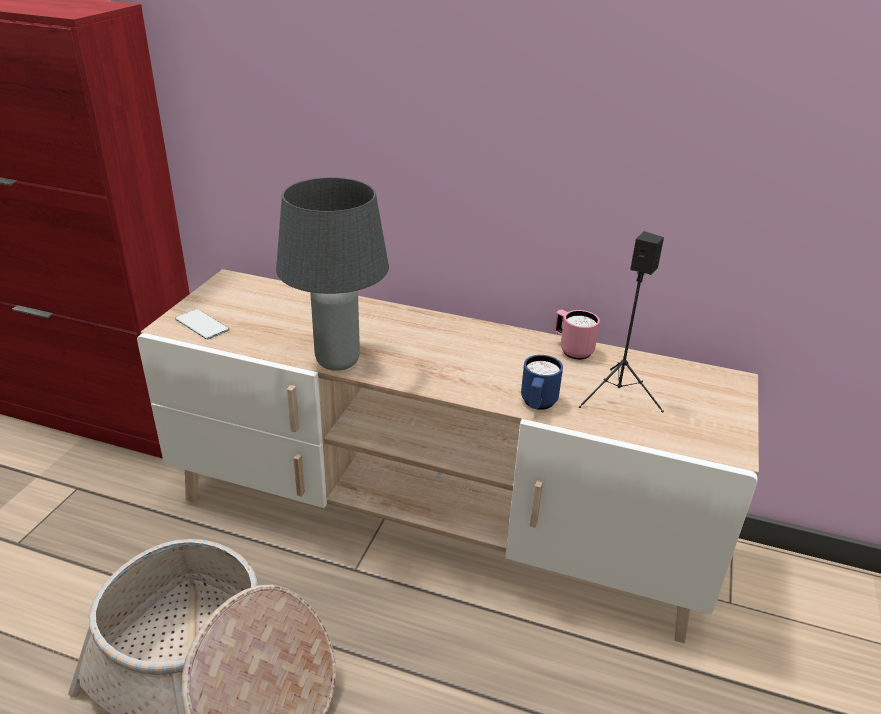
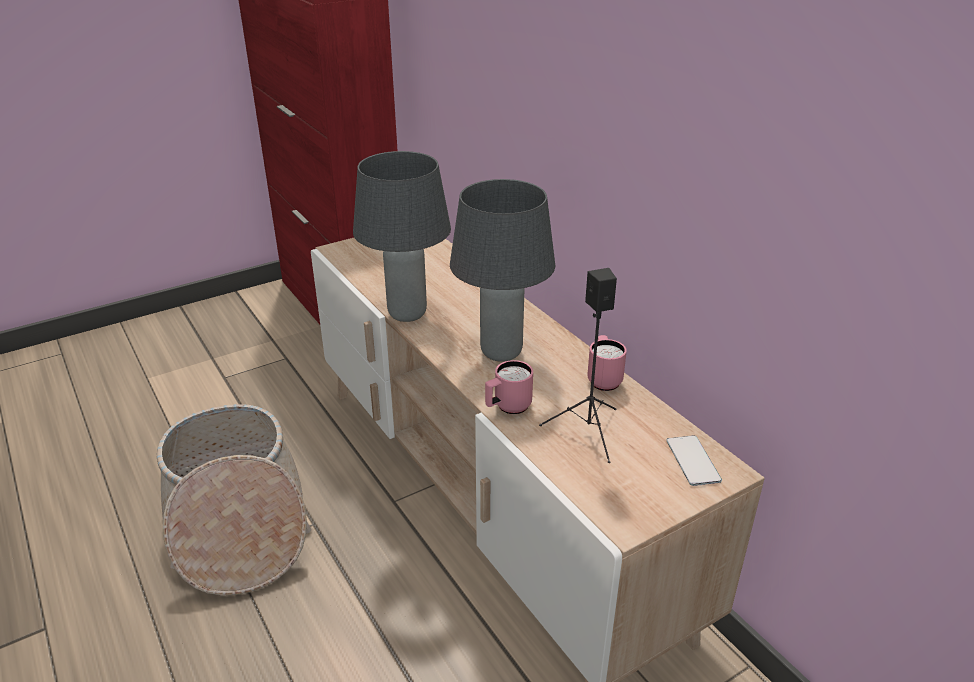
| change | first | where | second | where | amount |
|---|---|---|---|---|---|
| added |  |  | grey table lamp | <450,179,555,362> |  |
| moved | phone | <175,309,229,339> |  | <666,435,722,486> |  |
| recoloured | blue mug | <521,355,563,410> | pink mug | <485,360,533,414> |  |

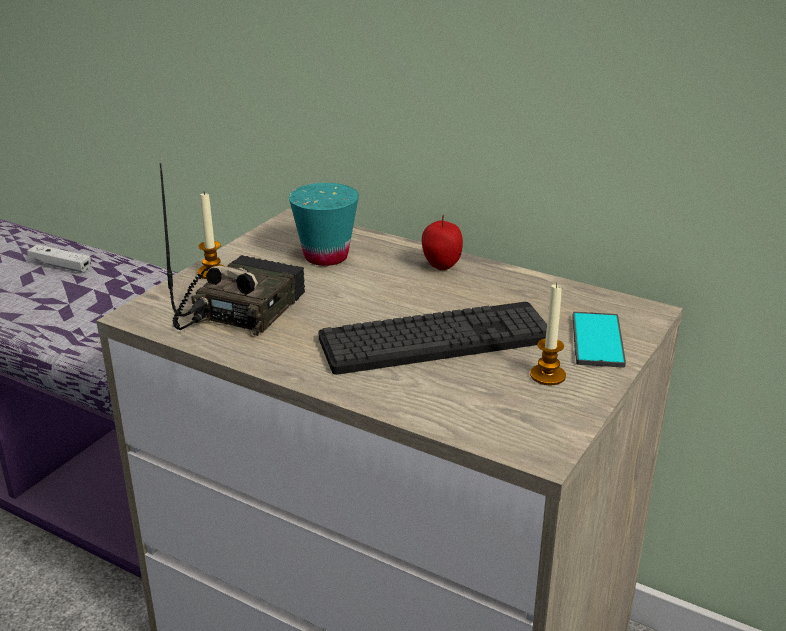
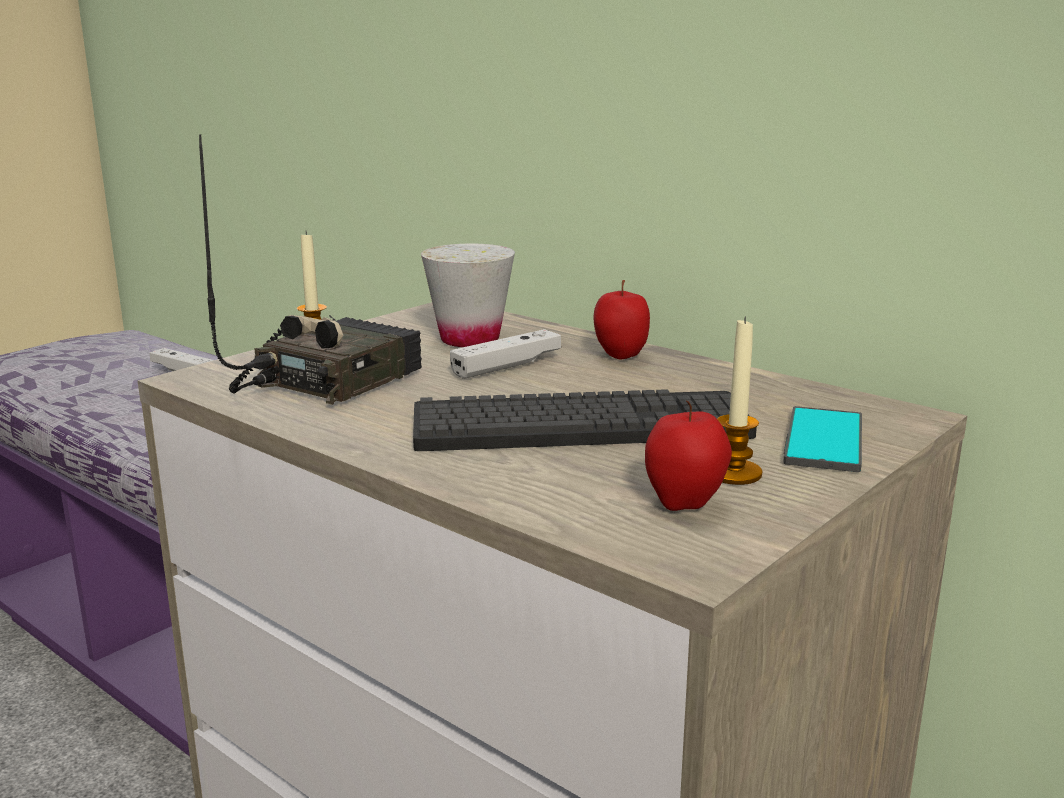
| change | first | where | second | where | amount |
|---|---|---|---|---|---|
| added |  |  | white game controller | <450,329,561,379> |  |
| added |  |  | apple | <645,400,732,511> |  |
| recoloured | turquoise cup | <289,183,359,266> | white cup | <421,244,515,347> |  |

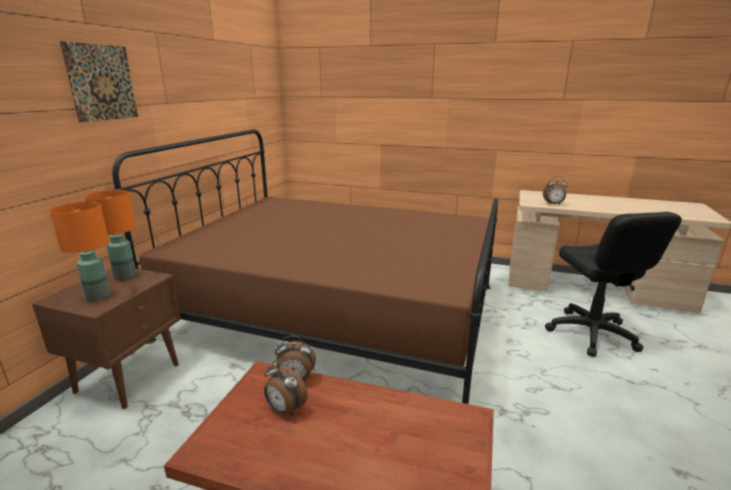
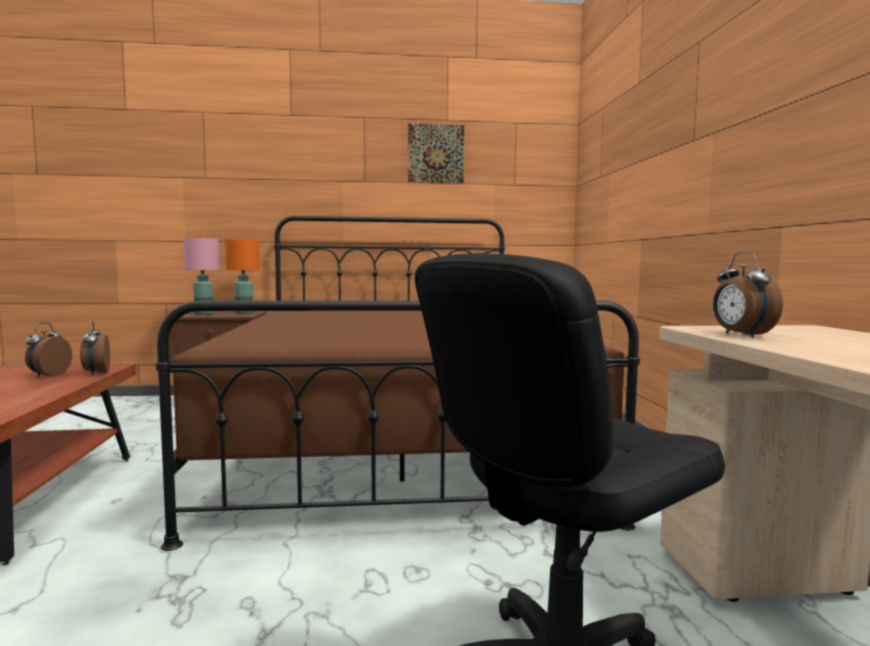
| change | first | where | second | where | amount |
|---|---|---|---|---|---|
| moved | picture | <60,41,138,122> |  | <408,124,464,183> |  |
| recoloured | orange table lamp | <50,201,111,301> | pink table lamp | <183,238,220,315> |  |

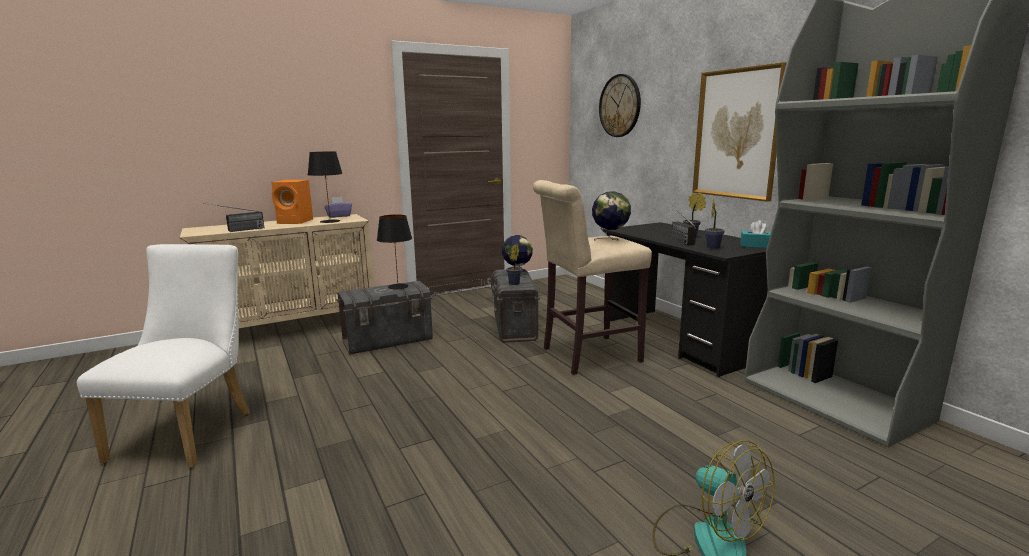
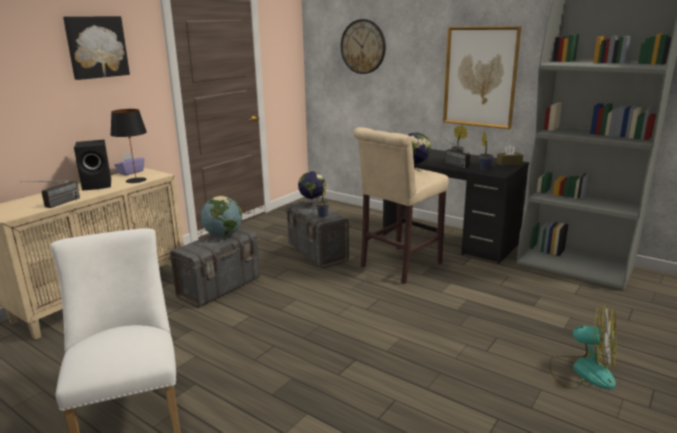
| change | first | where | second | where | amount |
|---|---|---|---|---|---|
| added |  |  | picture | <63,16,130,80> |  |
| replaced | black table lamp | <377,215,412,289> | globe | <201,196,242,237> |  |
| recoloured | orange speaker | <271,180,313,224> | black speaker | <74,140,111,190> |  |
| recoloured | turquoise tissue box | <740,220,771,248> | brown tissue box | <496,145,523,166> |  |

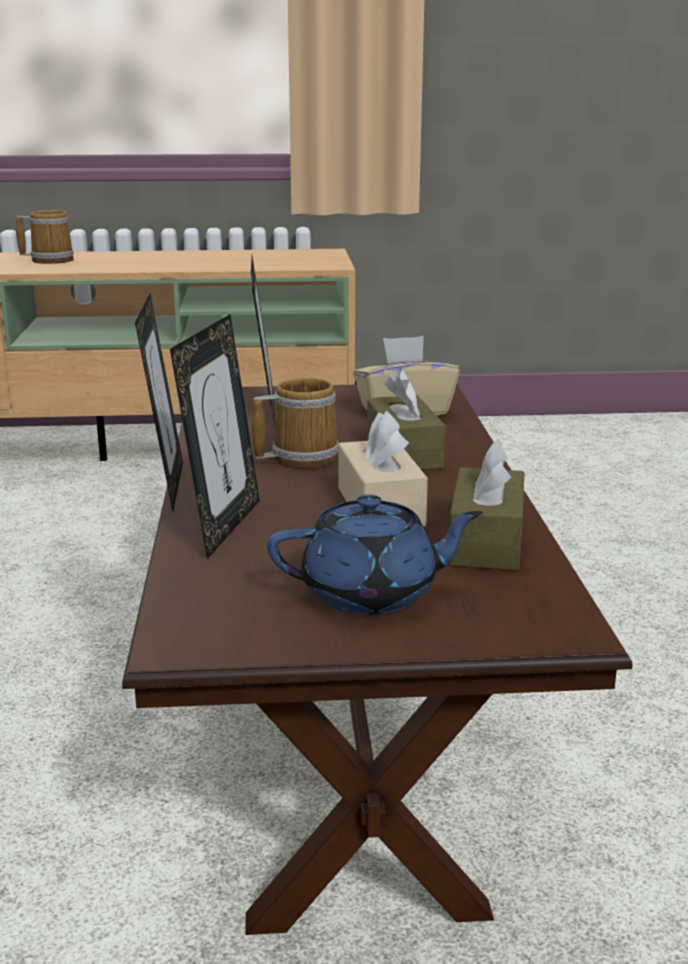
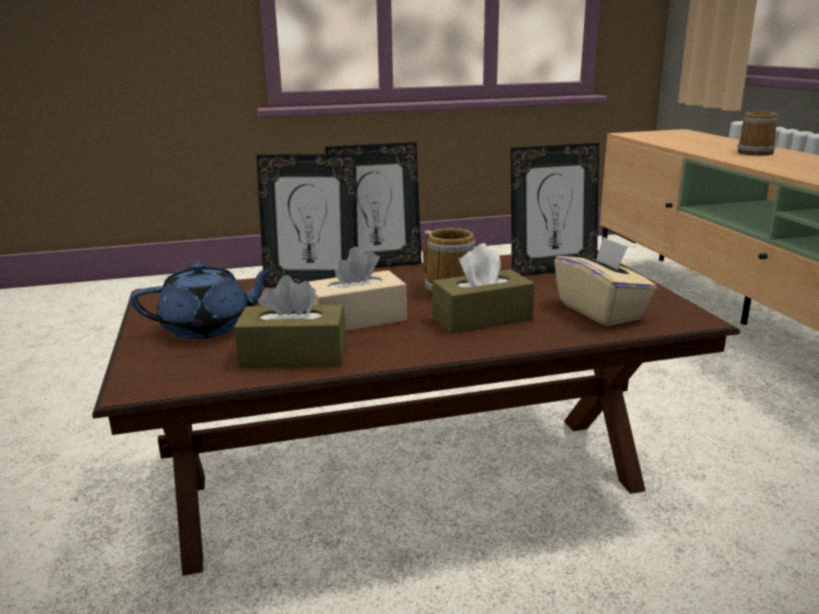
| change | first | where | second | where | amount |
|---|---|---|---|---|---|
| turned | blue teapot | <267,494,483,615> |  | <130,262,275,339> | 90 degrees counterclockwise |

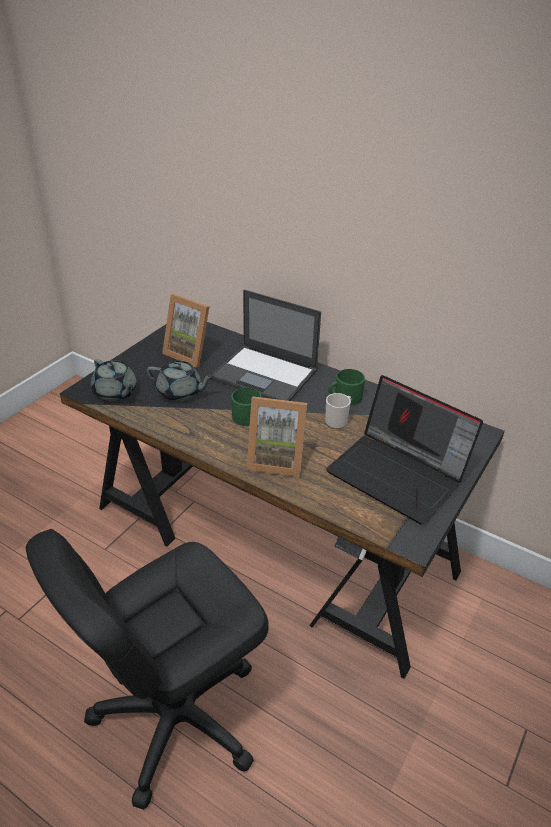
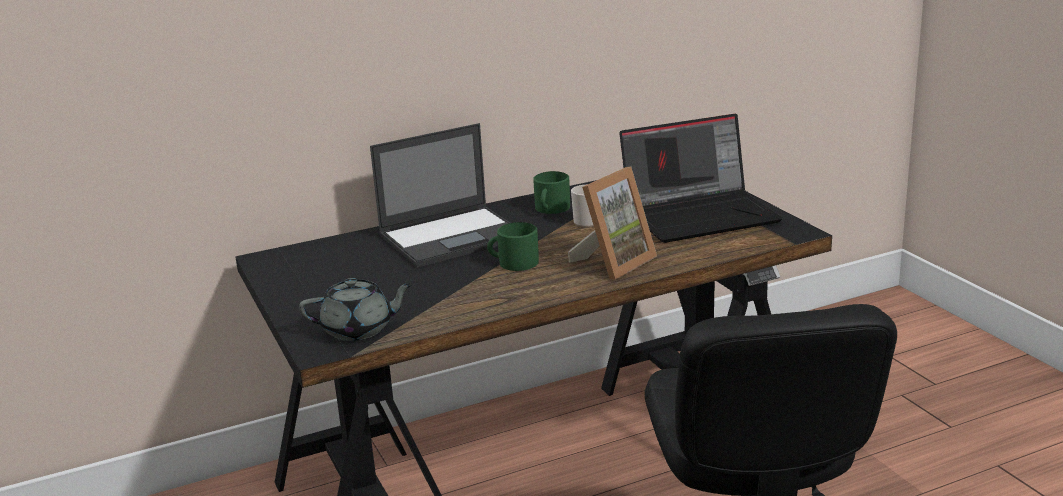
| change | first | where | second | where | amount |
|---|---|---|---|---|---|
| removed | grey teapot | <147,361,214,402> |  |  |  |
| removed | picture frame | <162,294,210,368> |  |  |  |

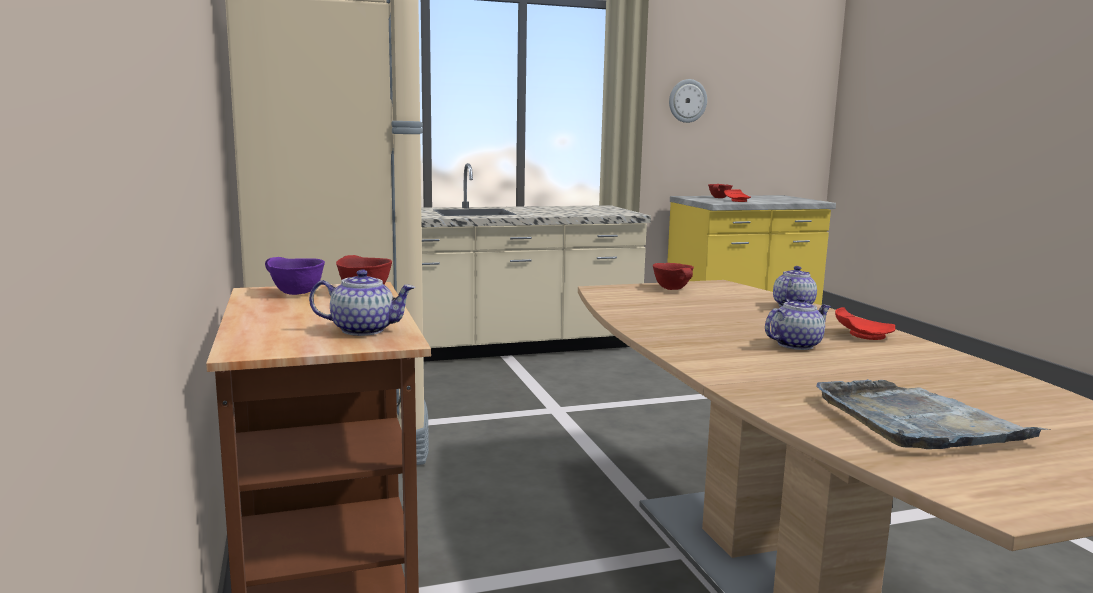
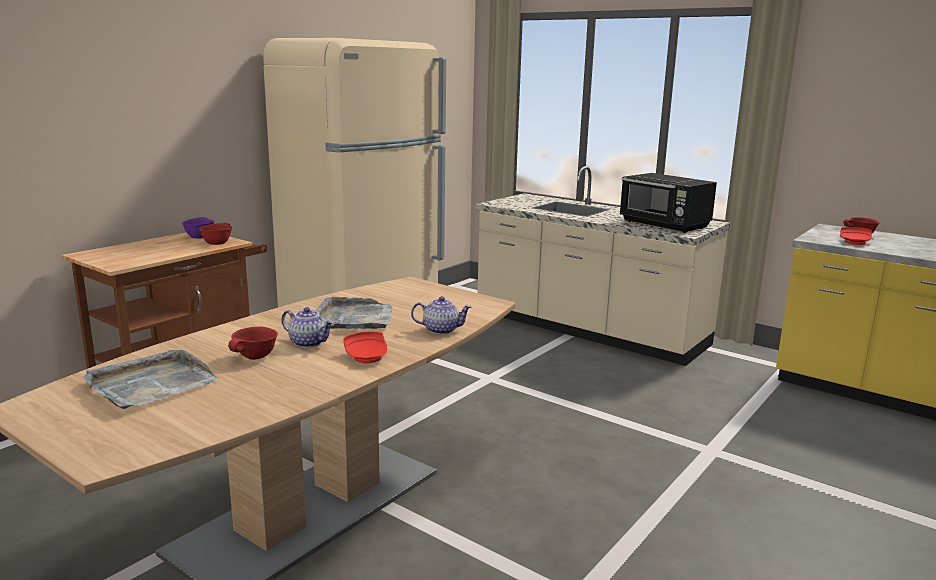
| change | first | where | second | where | amount |
|---|---|---|---|---|---|
| removed | teapot | <309,270,415,336> |  |  |  |
| removed | wall clock | <669,79,707,123> |  |  |  |
| added |  |  | grey tray | <315,297,392,329> |  |
| added |  |  | black microwave | <620,173,717,233> |  |
| moved | red bowl | <653,263,694,290> |  | <228,326,278,360> |  |

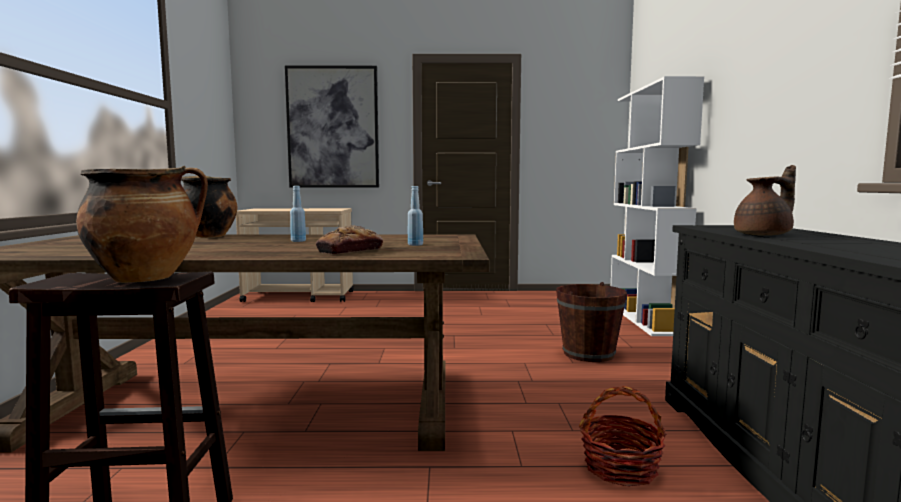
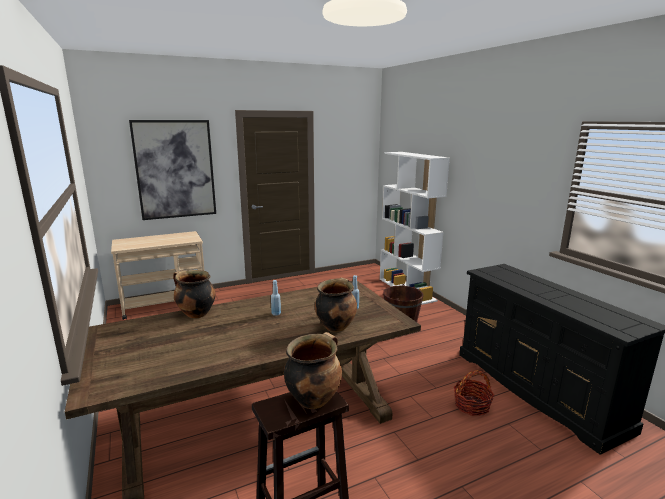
| change | first | where | second | where | amount |
|---|---|---|---|---|---|
| removed | brown teapot | <734,165,796,236> |  |  |  |
| replaced | bread | <316,225,383,254> | cooking pot | <315,277,357,332> |  |

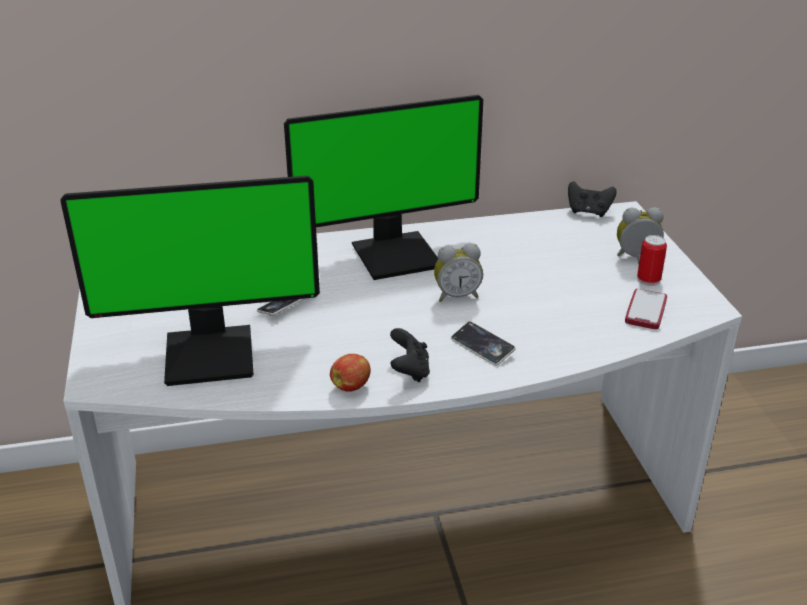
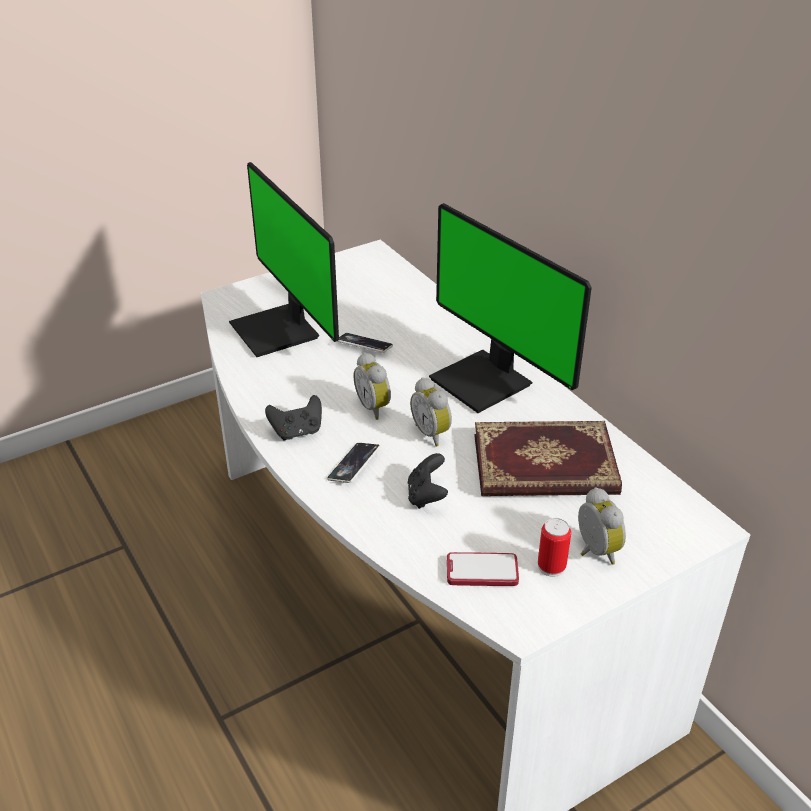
| change | first | where | second | where | amount |
|---|---|---|---|---|---|
| removed | apple | <330,354,371,392> |  |  |  |
| added |  |  | alarm clock | <354,352,391,420> |  |
| added |  |  | book | <474,421,622,496> |  |
| moved | black game controller | <568,181,617,217> |  | <408,453,448,509> |  |

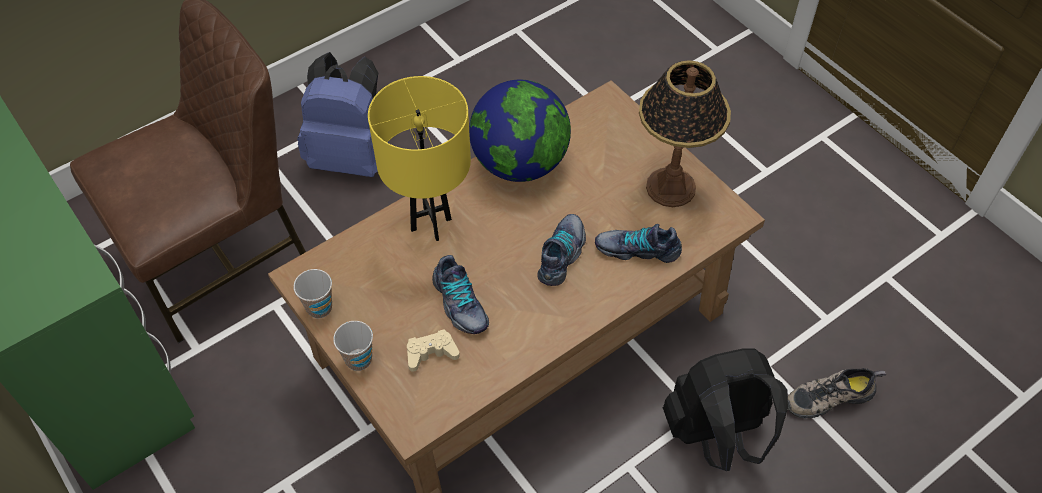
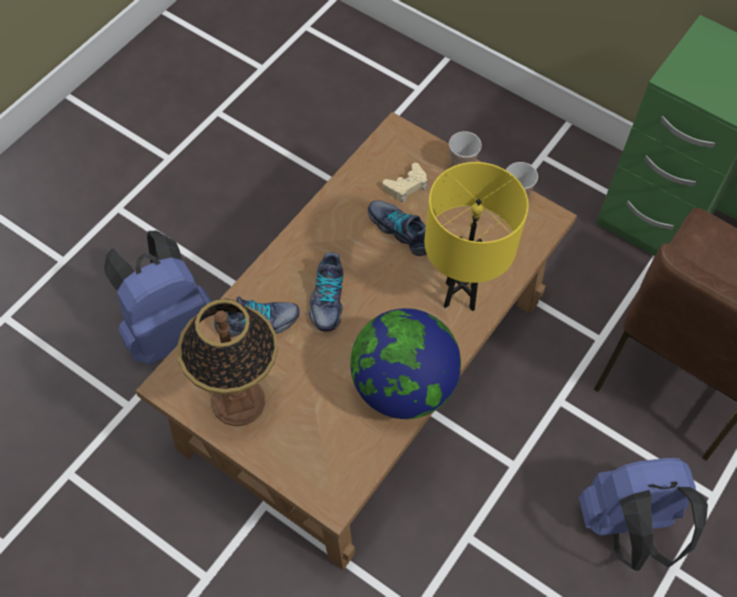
| change | first | where | second | where | amount |
|---|---|---|---|---|---|
| removed | shoe | <788,368,886,418> |  |  |  |
| recoloured | black backpack | <663,348,788,471> | blue backpack | <104,231,212,365> |  |

